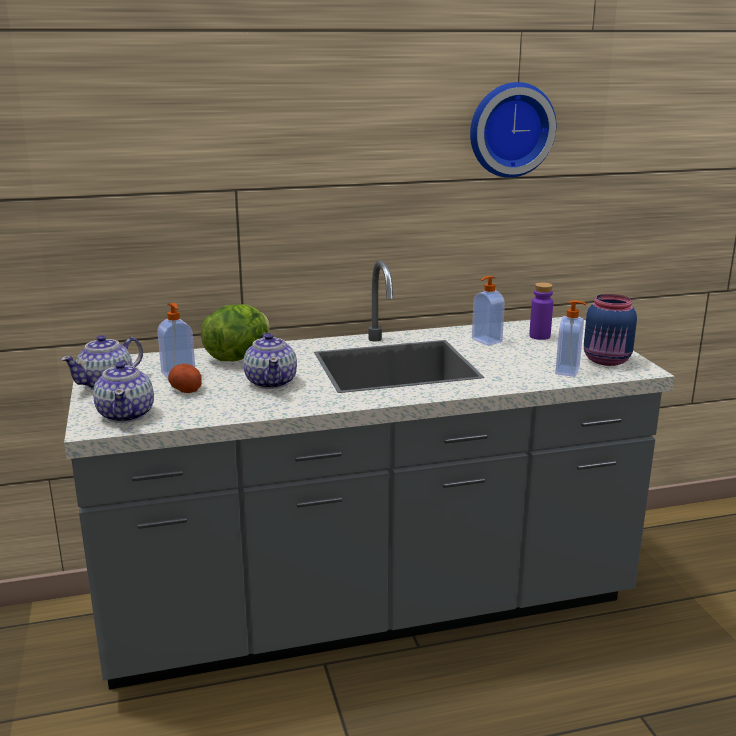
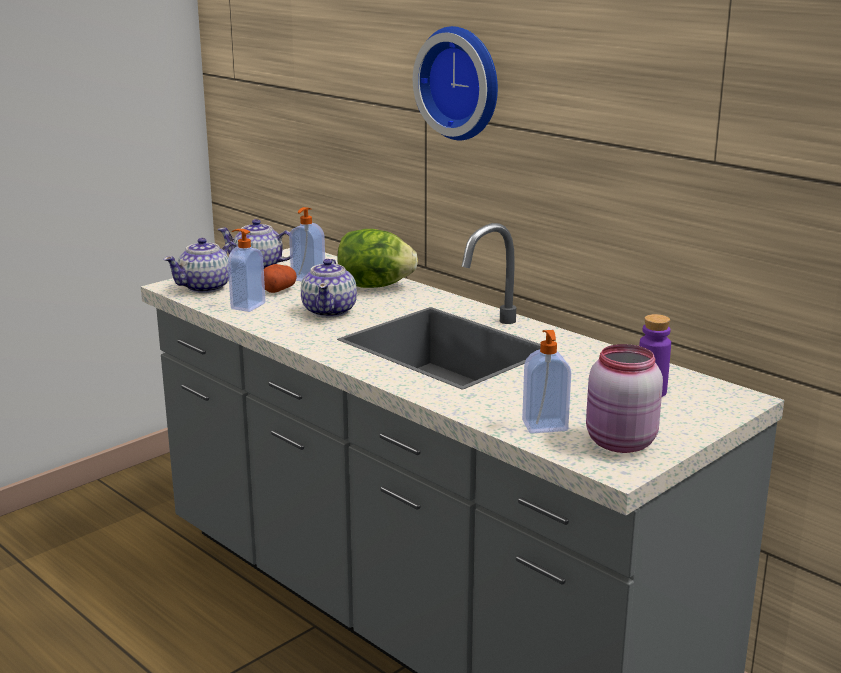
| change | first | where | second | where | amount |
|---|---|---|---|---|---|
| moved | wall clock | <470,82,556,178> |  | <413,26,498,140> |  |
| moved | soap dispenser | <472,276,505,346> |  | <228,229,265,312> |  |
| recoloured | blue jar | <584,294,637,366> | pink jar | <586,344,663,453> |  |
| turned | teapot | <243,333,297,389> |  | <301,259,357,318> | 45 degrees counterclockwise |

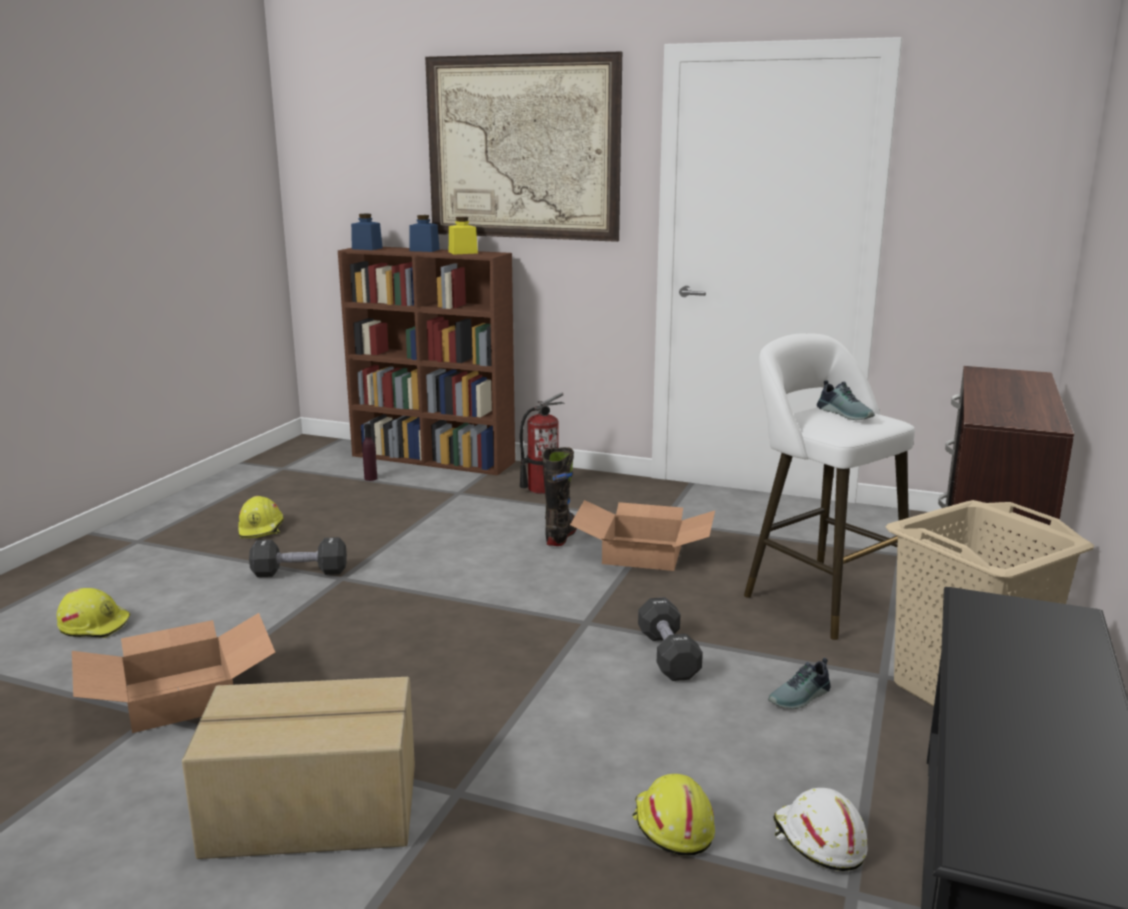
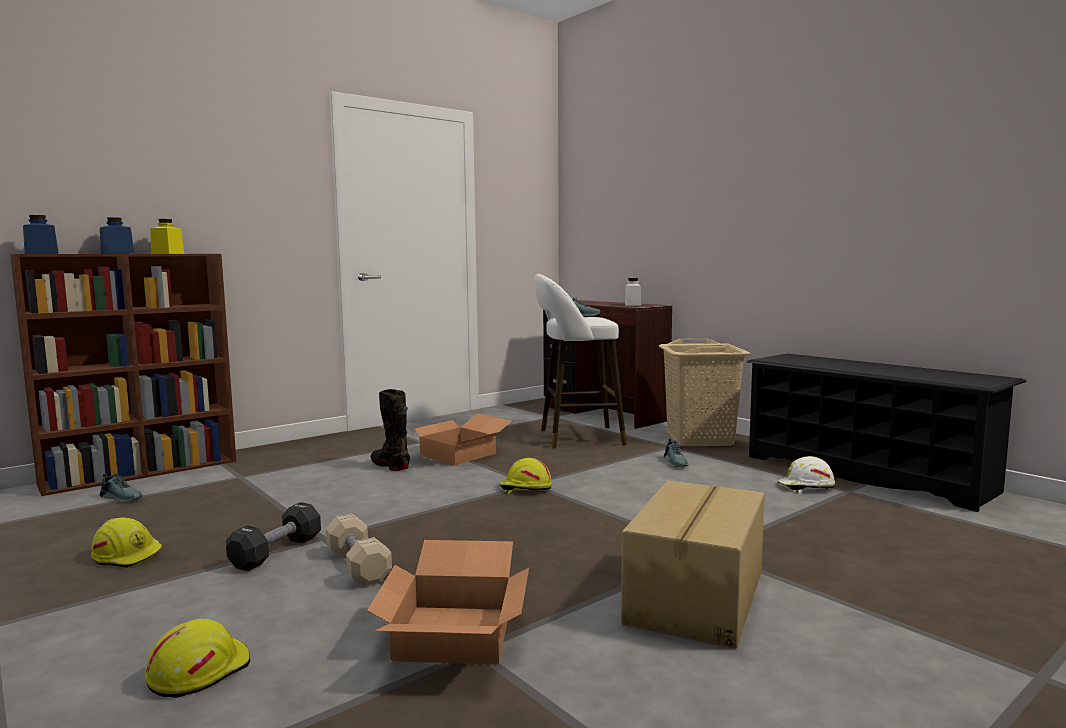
| change | first | where | second | where | amount |
|---|---|---|---|---|---|
| removed | picture | <425,52,622,242> |  |  |  |
| removed | fire extinguisher | <520,392,565,494> |  |  |  |
| removed | black dumbbell | <638,597,703,681> |  |  |  |
| added |  |  | beige dumbbell | <326,514,392,586> |  |
| added |  |  | white jar | <625,278,641,306> |  |
| moved | yellow hard hat | <632,774,715,855> |  | <499,458,552,494> |  |
| replaced | purple bottle | <362,424,377,481> | shoe | <99,473,143,503> |  |

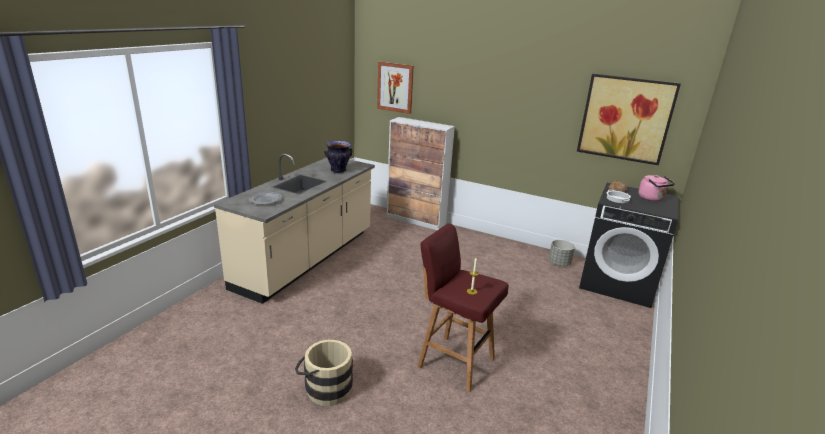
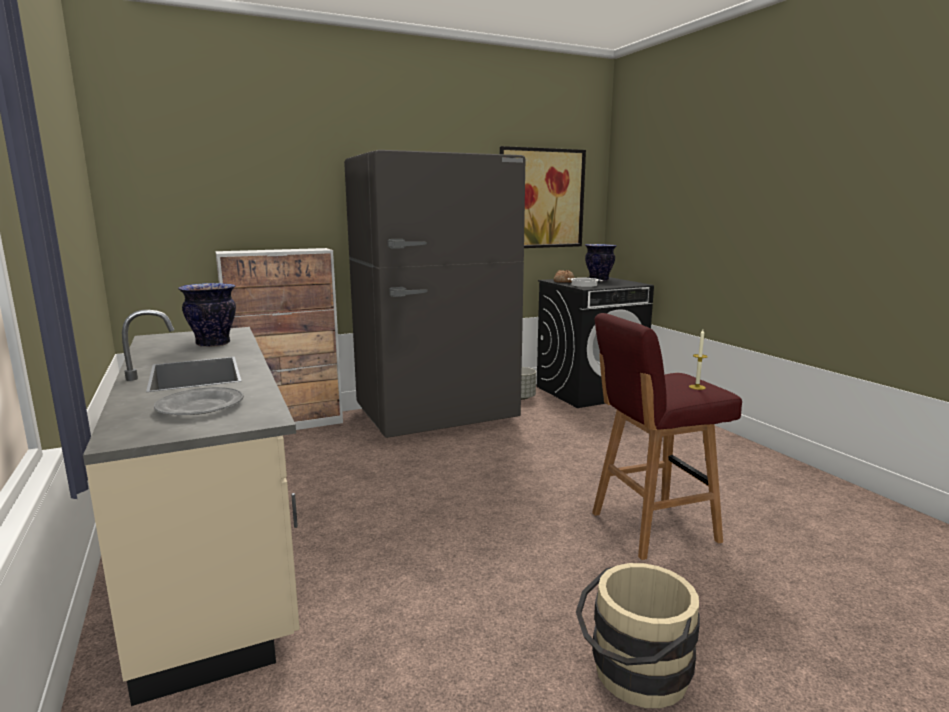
| change | first | where | second | where | amount |
|---|---|---|---|---|---|
| removed | picture | <377,62,414,114> |  |  |  |
| added |  |  | grey fridge | <344,150,525,438> |  |
| replaced | pink kettle | <638,175,675,201> | vase | <585,244,617,281> |  |

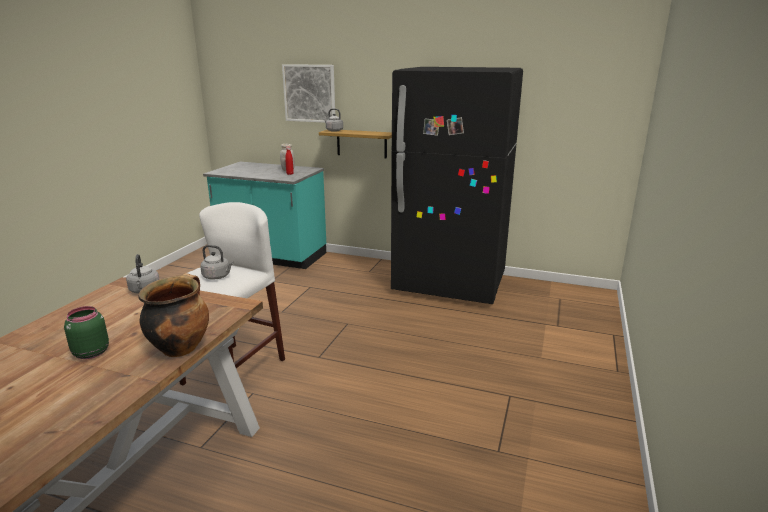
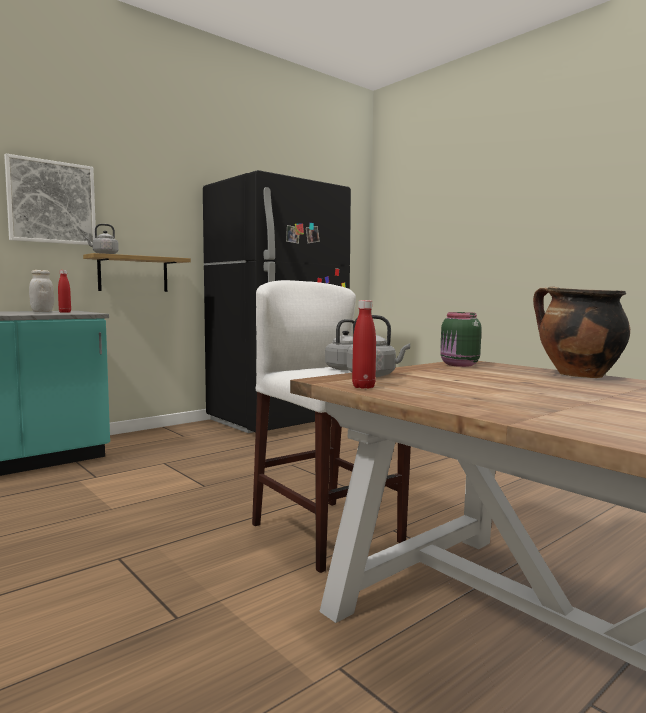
| change | first | where | second | where | amount |
|---|---|---|---|---|---|
| added |  |  | red bottle | <352,300,376,389> |  |
| moved | green jar | <64,306,109,359> |  | <440,312,482,367> |  |

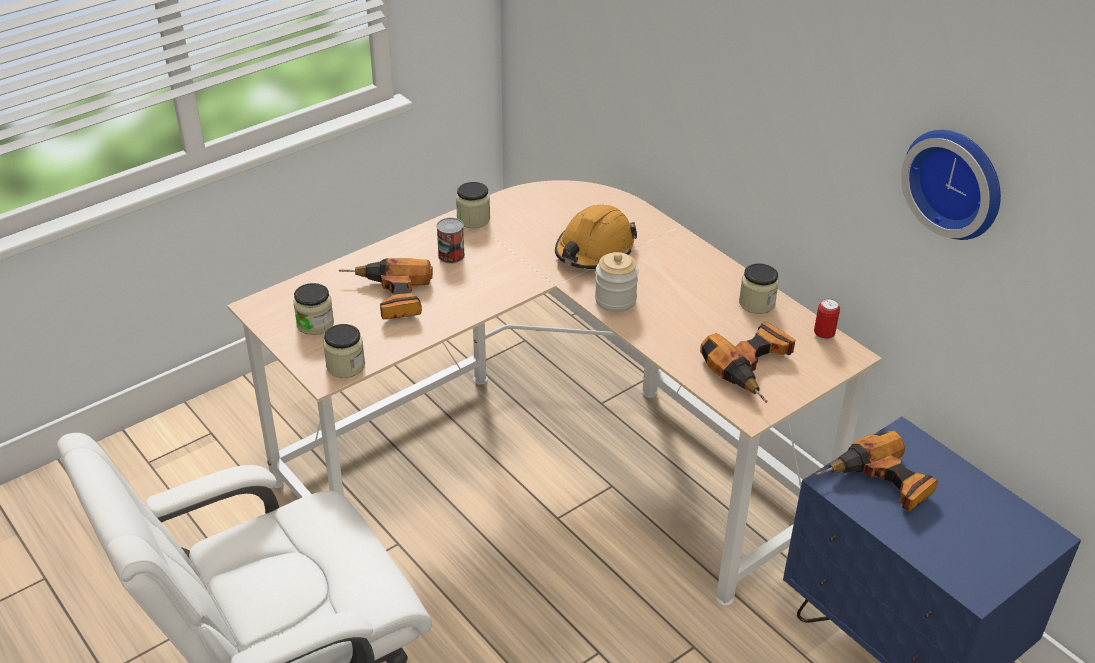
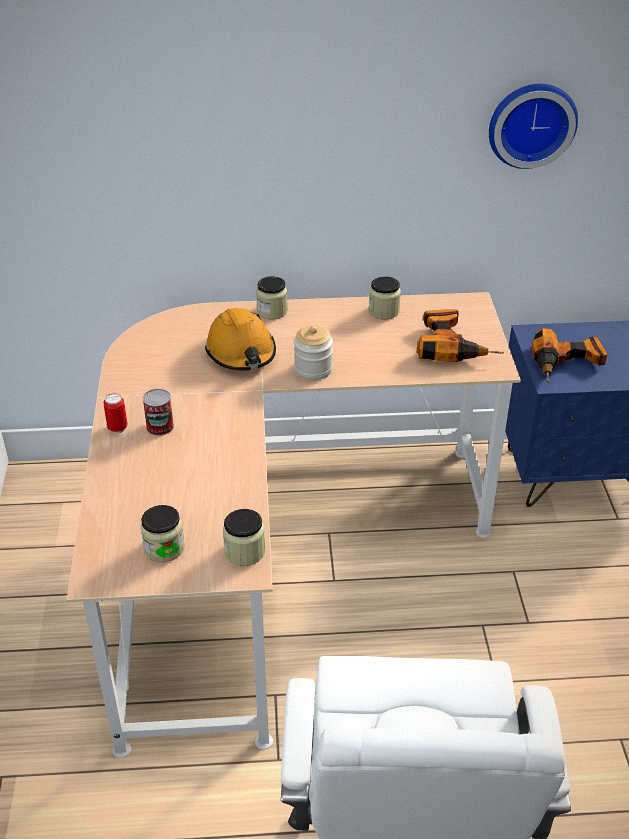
| change | first | where | second | where | amount |
|---|---|---|---|---|---|
| removed | power drill | <339,258,433,320> |  |  |  |
| moved | jar | <456,182,490,228> |  | <256,276,288,319> |  |
| moved | can | <814,299,840,341> |  | <103,394,128,434> |  |

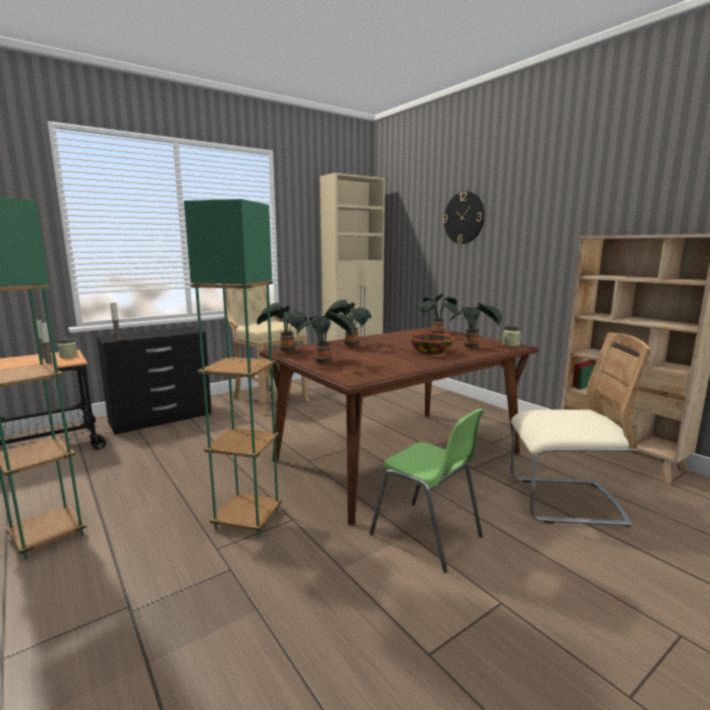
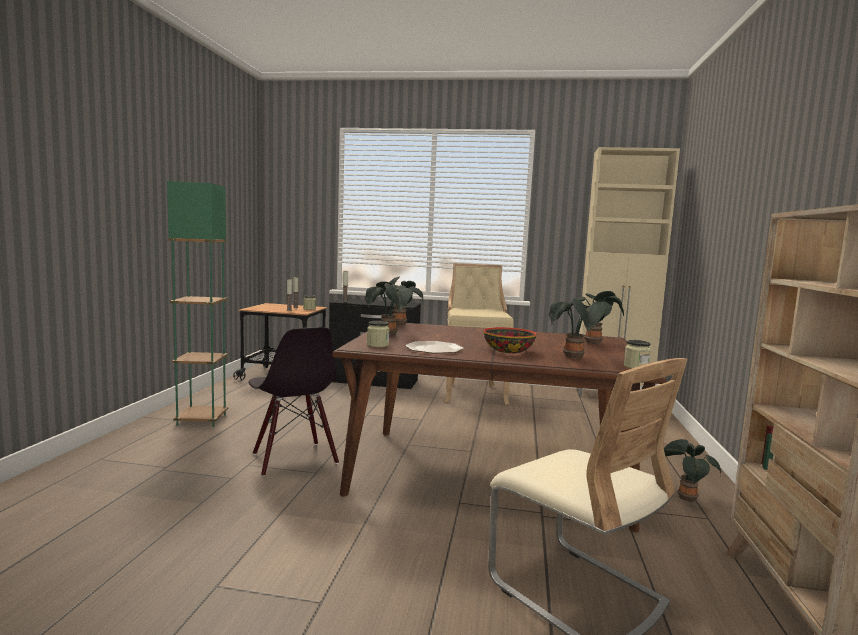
| change | first | where | second | where | amount |
|---|---|---|---|---|---|
| removed | green chair | <370,408,484,573> |  |  |  |
| removed | wall clock | <443,191,484,244> |  |  |  |
| added |  |  | jar | <367,321,389,347> |  |
| added |  |  | plate | <405,341,464,354> |  |
| moved | potted plant | <325,300,371,347> |  | <664,439,721,503> |  |
| replaced | green floor lamp | <184,199,282,537> | black chair | <249,327,339,477> |  |

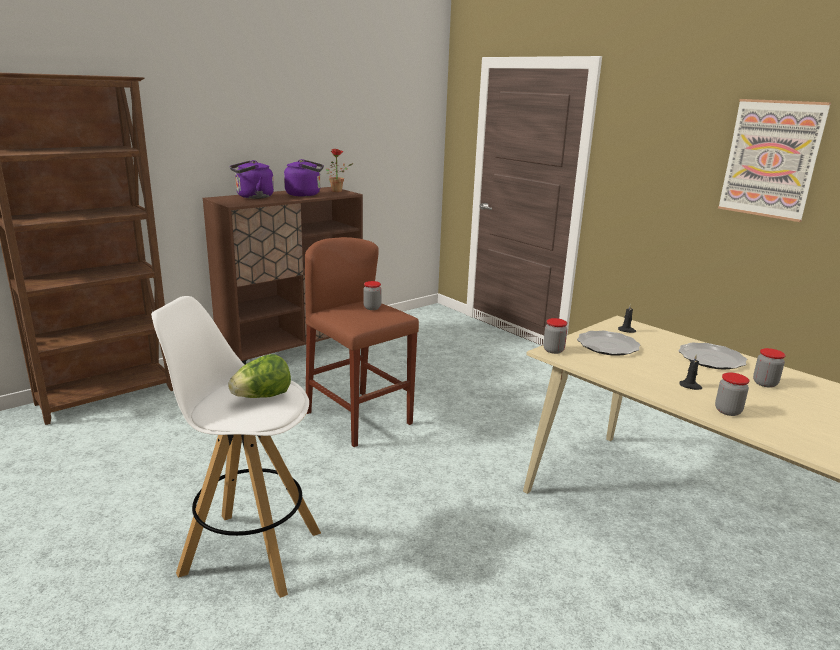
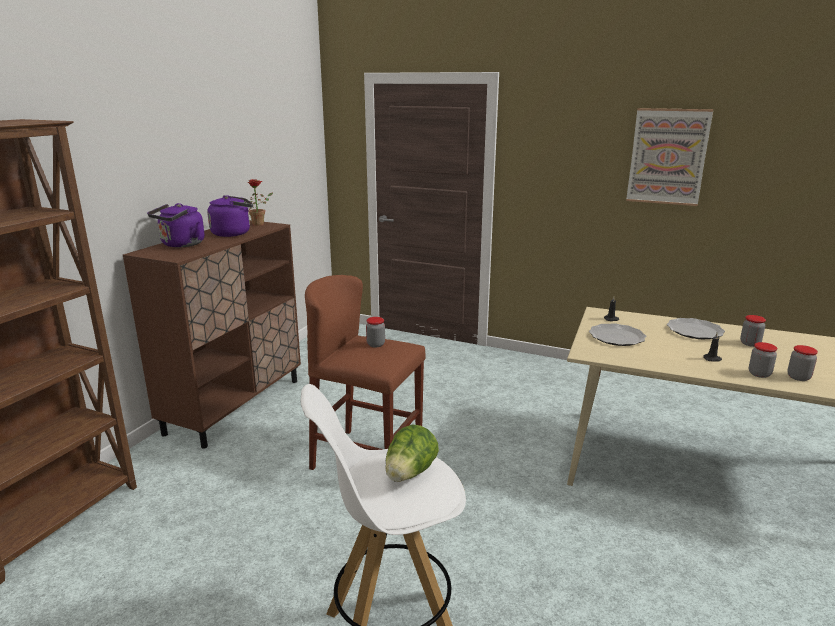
| change | first | where | second | where | amount |
|---|---|---|---|---|---|
| moved | jar | <543,318,567,354> |  | <787,345,818,381> |  |

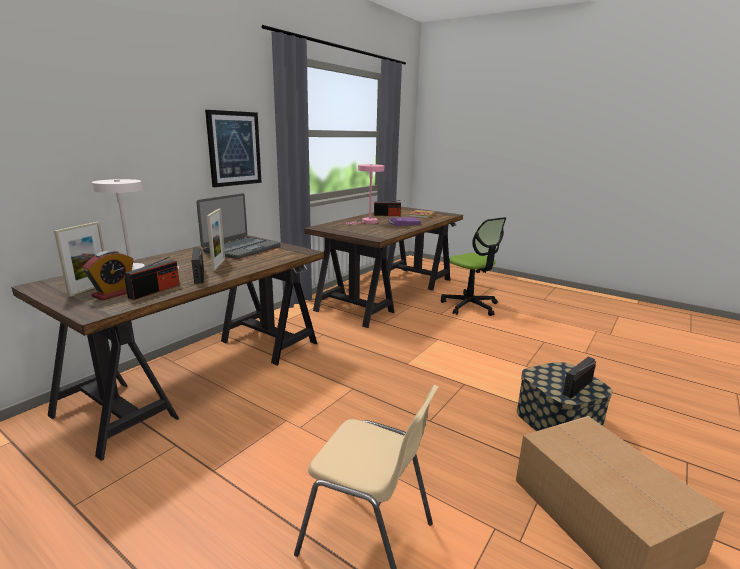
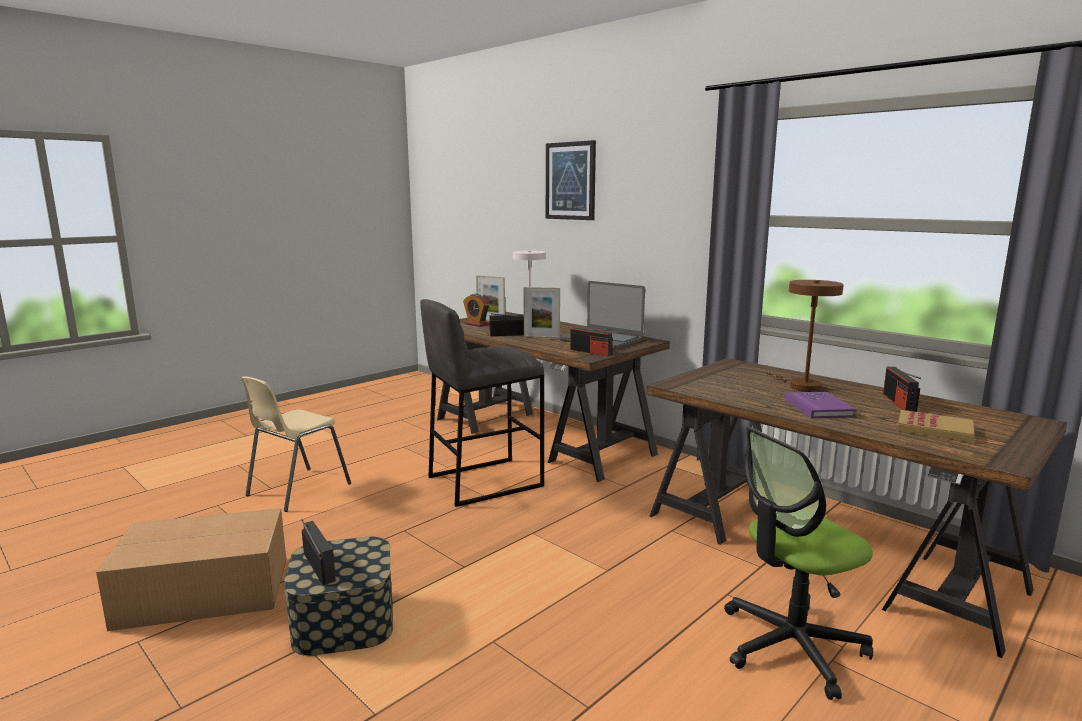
| change | first | where | second | where | amount |
|---|---|---|---|---|---|
| added |  |  | grey stool | <420,299,544,507> |  |
| moved | radio | <125,256,180,300> |  | <570,327,613,356> |  |
| moved | picture | <205,110,262,187> |  | <546,140,596,220> |  |
| recoloured | pink table lamp | <346,164,384,224> | brown table lamp | <766,280,844,392> |  |

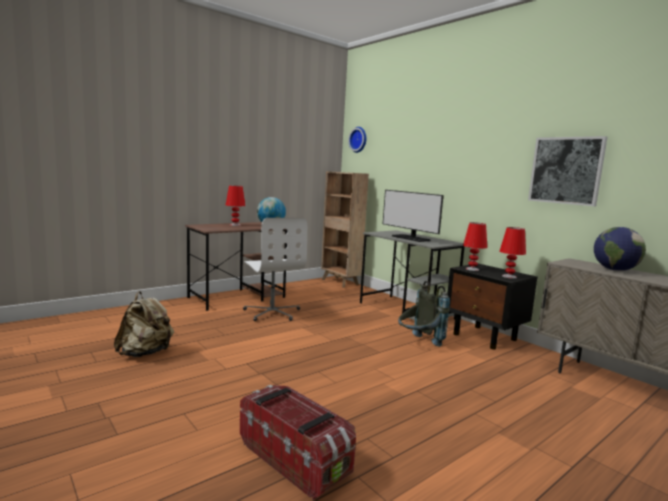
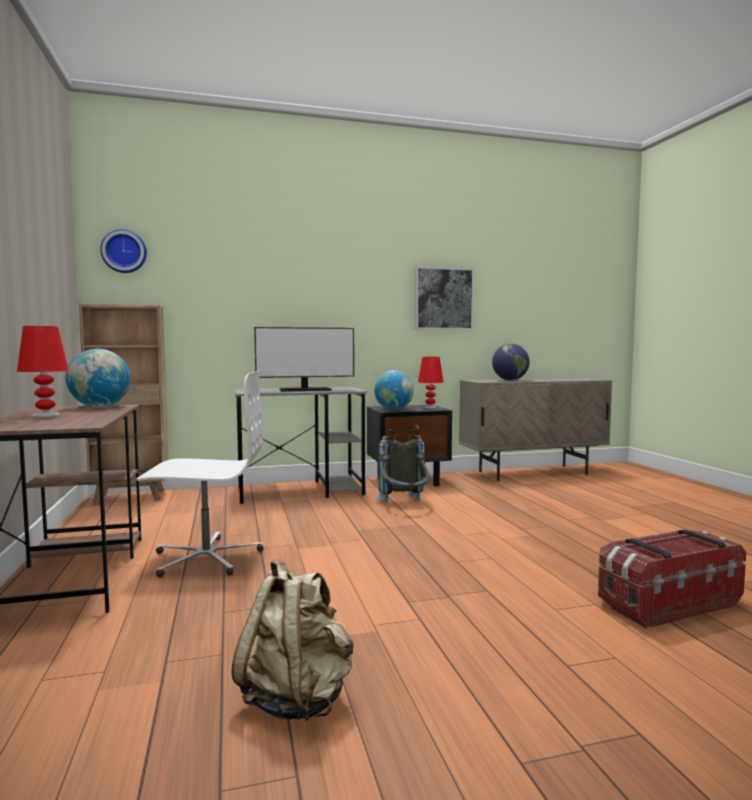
| change | first | where | second | where | amount |
|---|---|---|---|---|---|
| replaced | red table lamp | <463,222,487,271> | globe | <374,370,414,410> |  |

